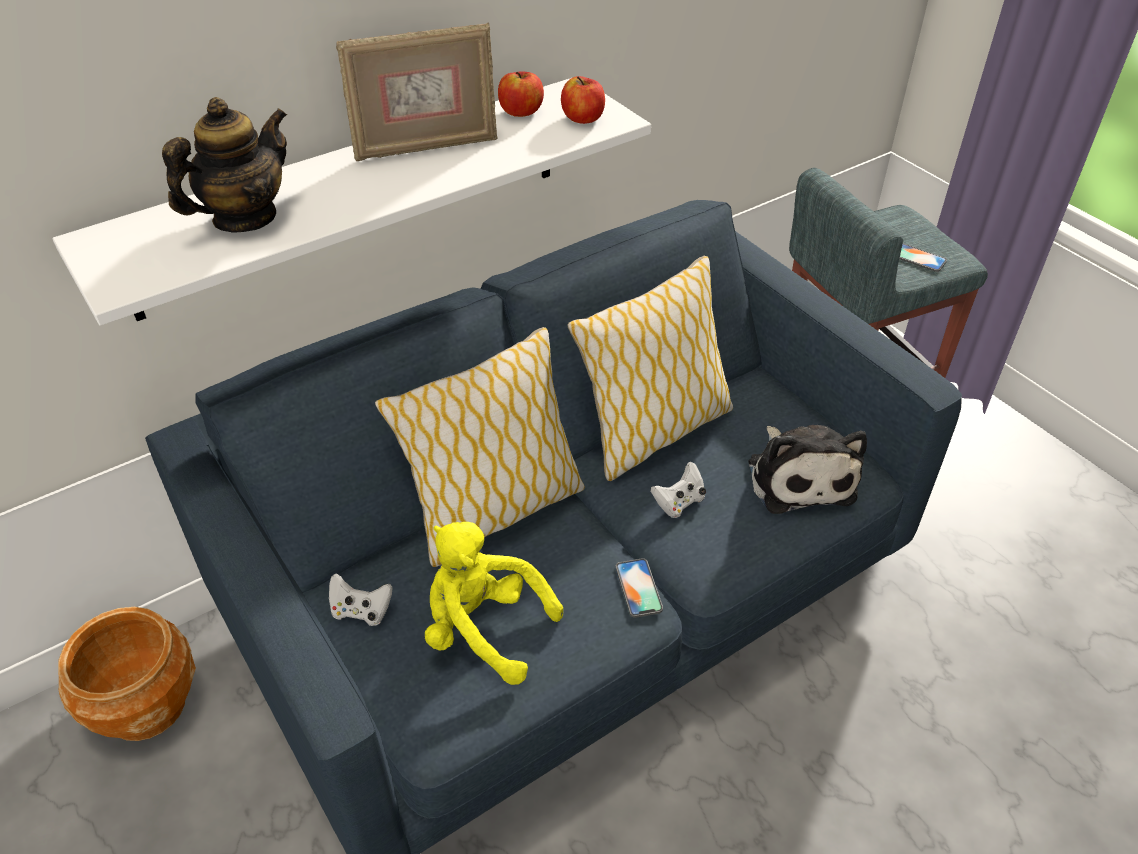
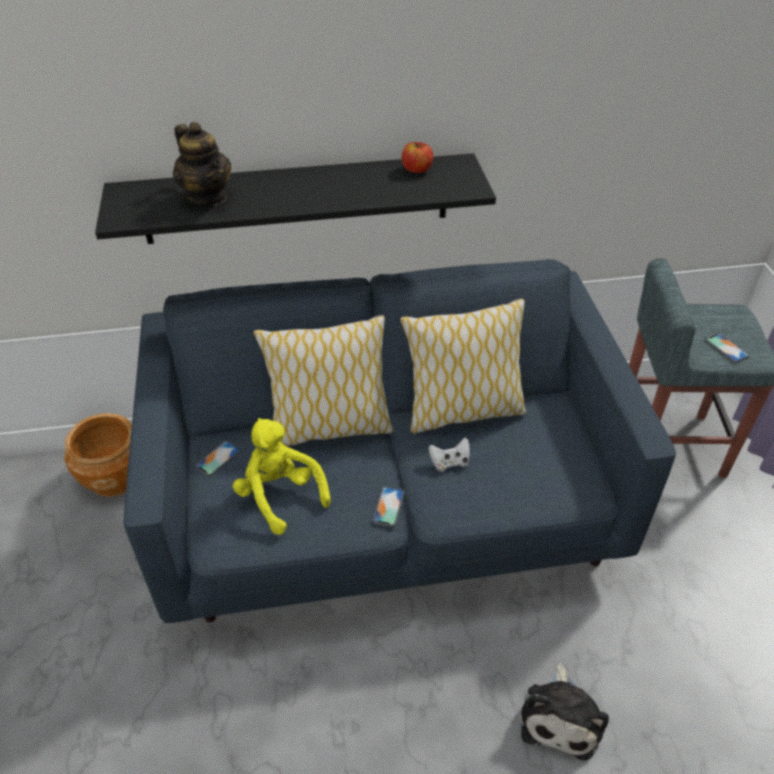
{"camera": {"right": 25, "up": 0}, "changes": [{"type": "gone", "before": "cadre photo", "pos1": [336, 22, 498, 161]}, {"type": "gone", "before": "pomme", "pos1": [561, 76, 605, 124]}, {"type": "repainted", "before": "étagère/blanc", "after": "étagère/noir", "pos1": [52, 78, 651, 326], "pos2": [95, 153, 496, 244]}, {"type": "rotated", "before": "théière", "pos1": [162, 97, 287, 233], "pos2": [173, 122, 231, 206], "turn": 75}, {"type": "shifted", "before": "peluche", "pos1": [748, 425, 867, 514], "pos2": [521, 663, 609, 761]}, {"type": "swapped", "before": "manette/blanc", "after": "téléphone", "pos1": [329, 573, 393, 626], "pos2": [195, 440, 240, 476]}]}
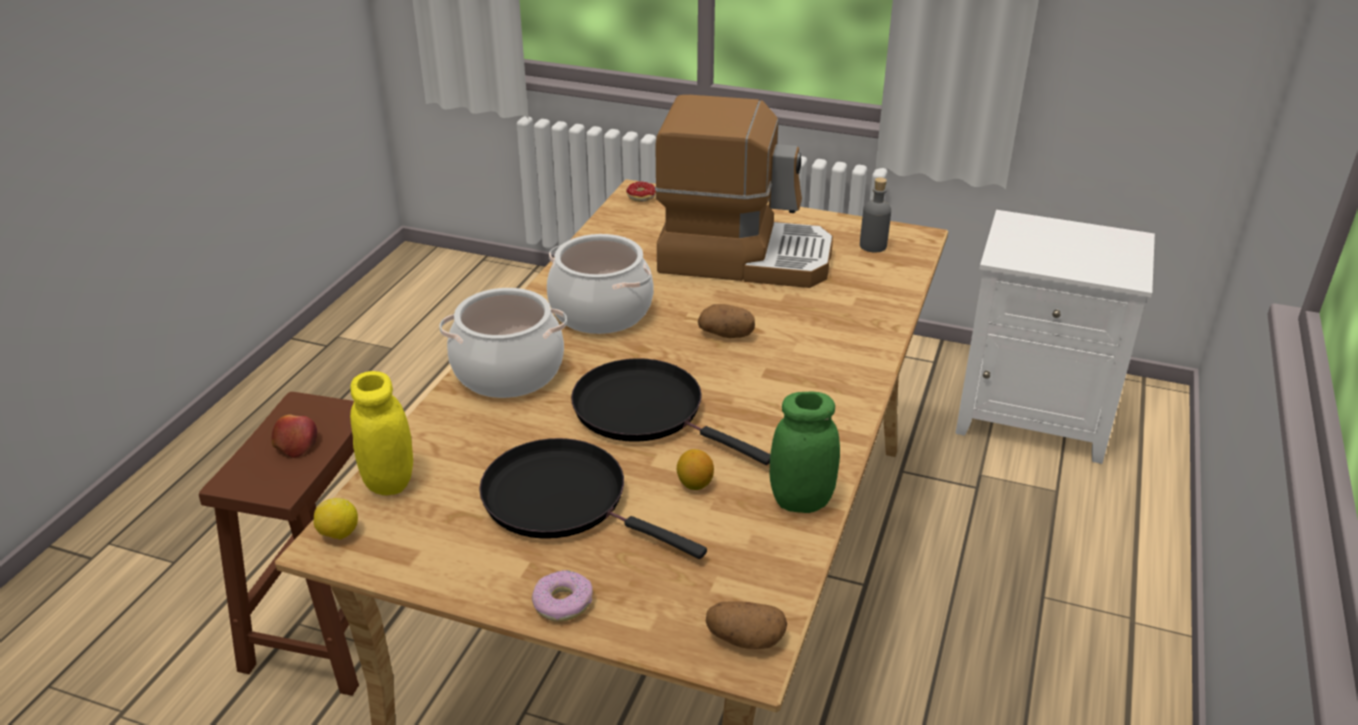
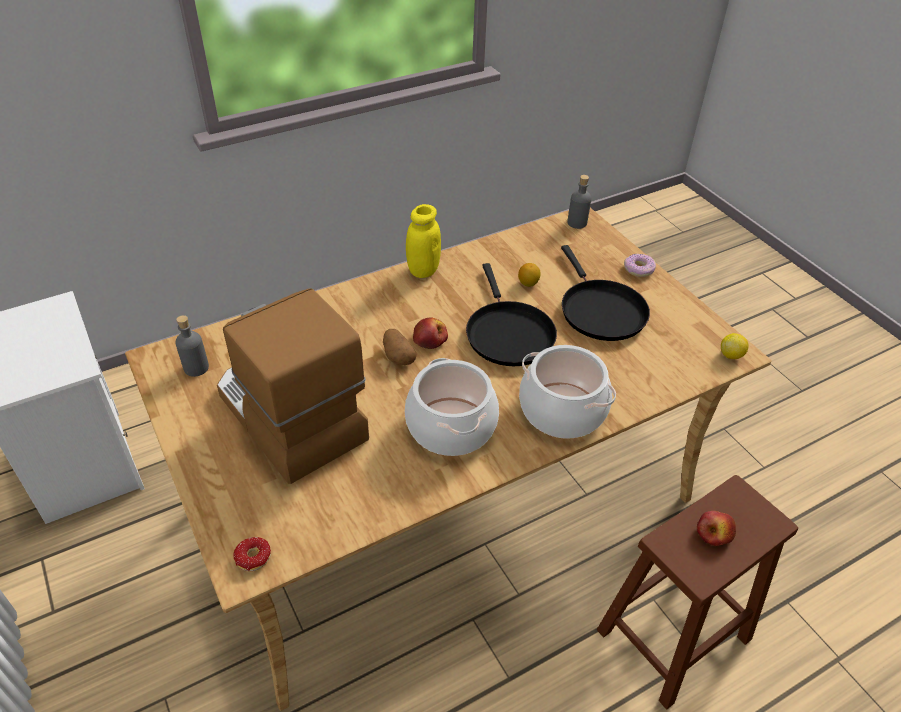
{"camera": {"right": -140, "up": 10}, "changes": [{"type": "shifted", "before": "bocal/jaune", "pos1": [350, 371, 413, 495], "pos2": [406, 204, 441, 278]}, {"type": "gone", "before": "bocal/vert", "pos1": [770, 392, 840, 513]}, {"type": "swapped", "before": "pomme de terre", "after": "bouteille/gris", "pos1": [706, 601, 787, 649], "pos2": [567, 175, 591, 229]}, {"type": "new", "after": "pomme", "pos2": [413, 318, 448, 349]}]}
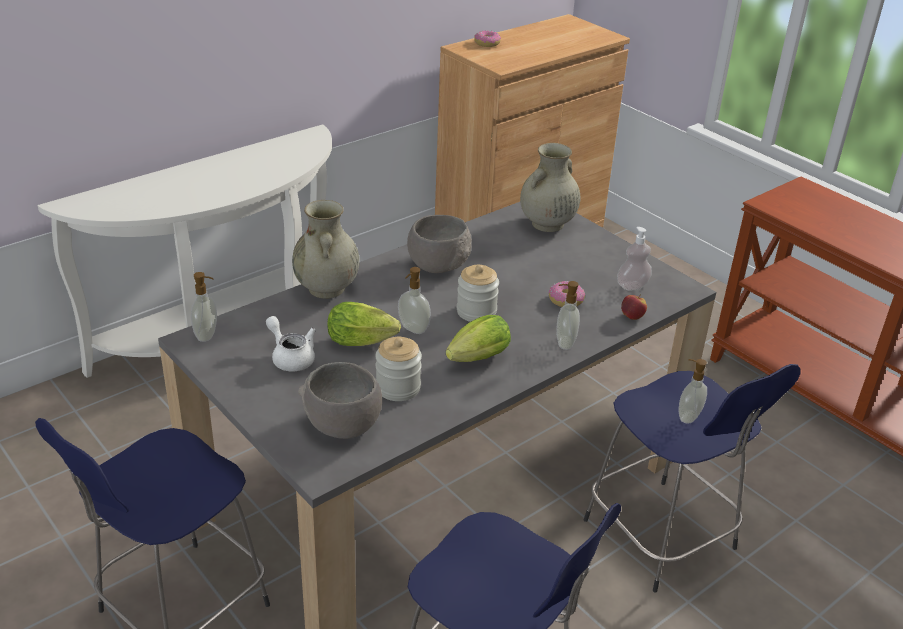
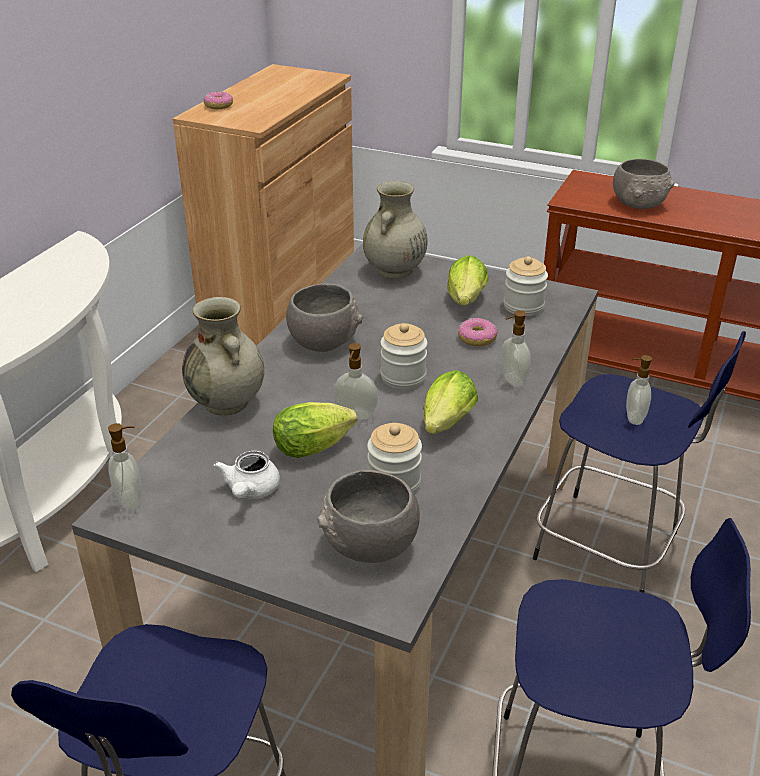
{"camera": {"right": -25, "up": 0}, "changes": [{"type": "swapped", "before": "distributeur de savon", "after": "bocal", "pos1": [617, 227, 652, 290], "pos2": [504, 256, 548, 316]}, {"type": "gone", "before": "pomme", "pos1": [621, 294, 647, 320]}, {"type": "rotated", "before": "théière/blanc", "pos1": [266, 316, 316, 371], "pos2": [214, 451, 280, 499], "turn": -105}, {"type": "new", "after": "bol/gris", "pos2": [613, 159, 674, 209]}, {"type": "new", "after": "laitue", "pos2": [447, 255, 488, 306]}]}
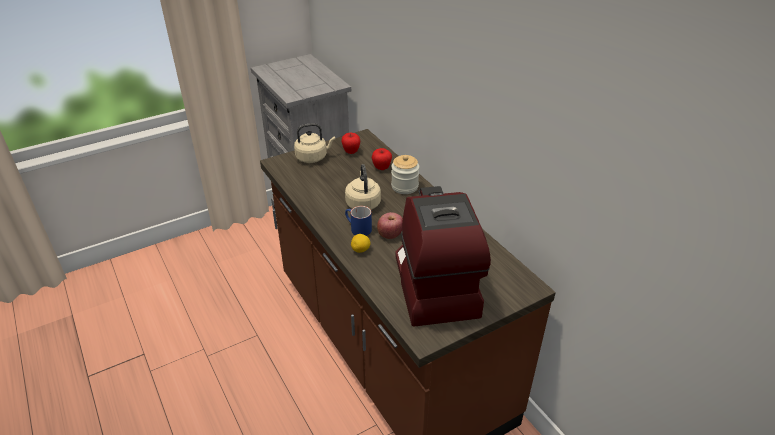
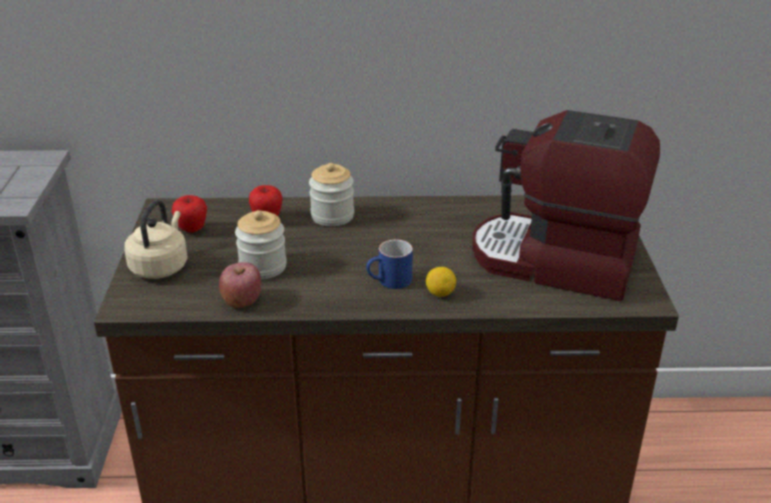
{"camera": {"right": -60, "up": -5}, "changes": [{"type": "gone", "before": "bouilloire/beige", "pos1": [345, 164, 381, 210]}, {"type": "shifted", "before": "pomme", "pos1": [377, 212, 403, 239], "pos2": [219, 262, 261, 308]}, {"type": "new", "after": "bocal", "pos2": [235, 210, 287, 279]}]}
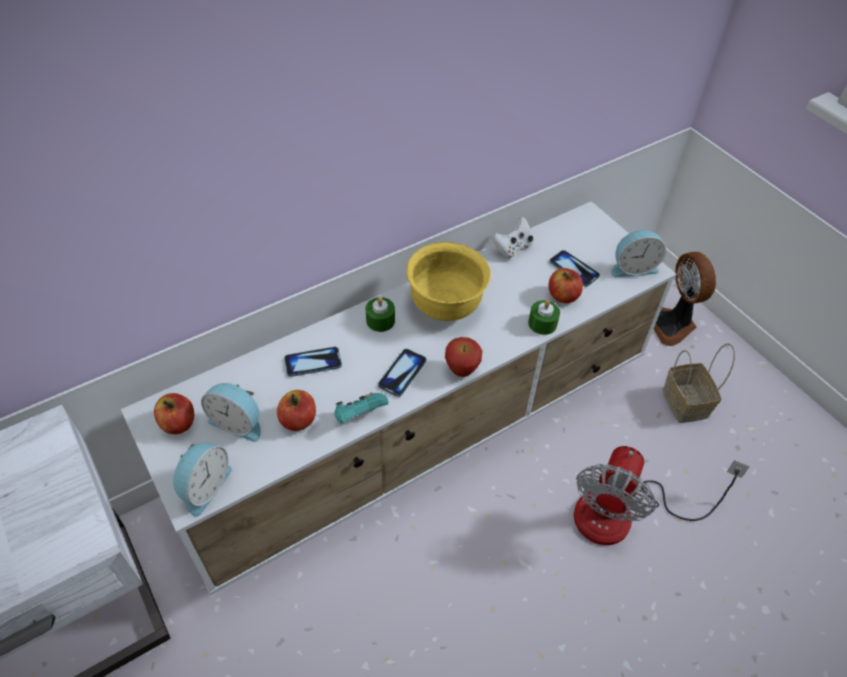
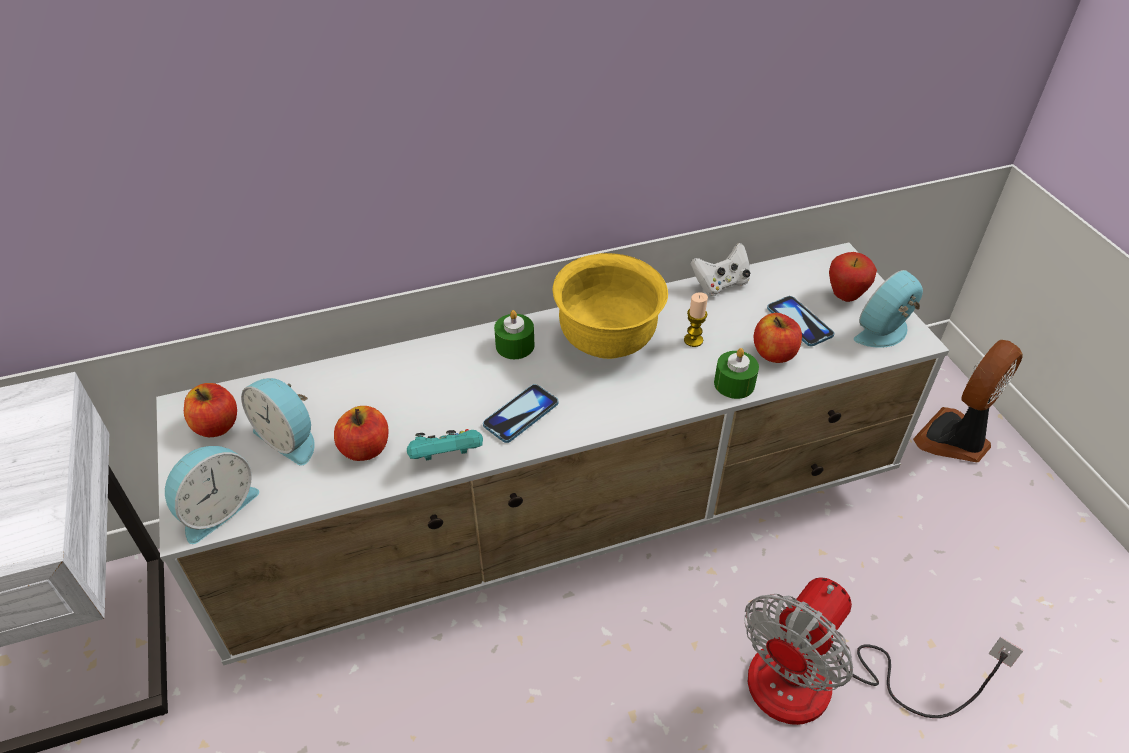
{"camera": {"right": 15, "up": -5}, "changes": [{"type": "rotated", "before": "réveil", "pos1": [612, 230, 666, 277], "pos2": [854, 270, 923, 348], "turn": 135}, {"type": "rotated", "before": "ventilateur", "pos1": [654, 252, 716, 346], "pos2": [913, 340, 1023, 462], "turn": 45}, {"type": "shifted", "before": "pomme", "pos1": [445, 337, 482, 377], "pos2": [829, 252, 877, 302]}, {"type": "gone", "before": "panier", "pos1": [663, 344, 735, 423]}, {"type": "gone", "before": "téléphone", "pos1": [284, 347, 342, 377]}, {"type": "new", "after": "bougie", "pos2": [684, 292, 708, 347]}]}
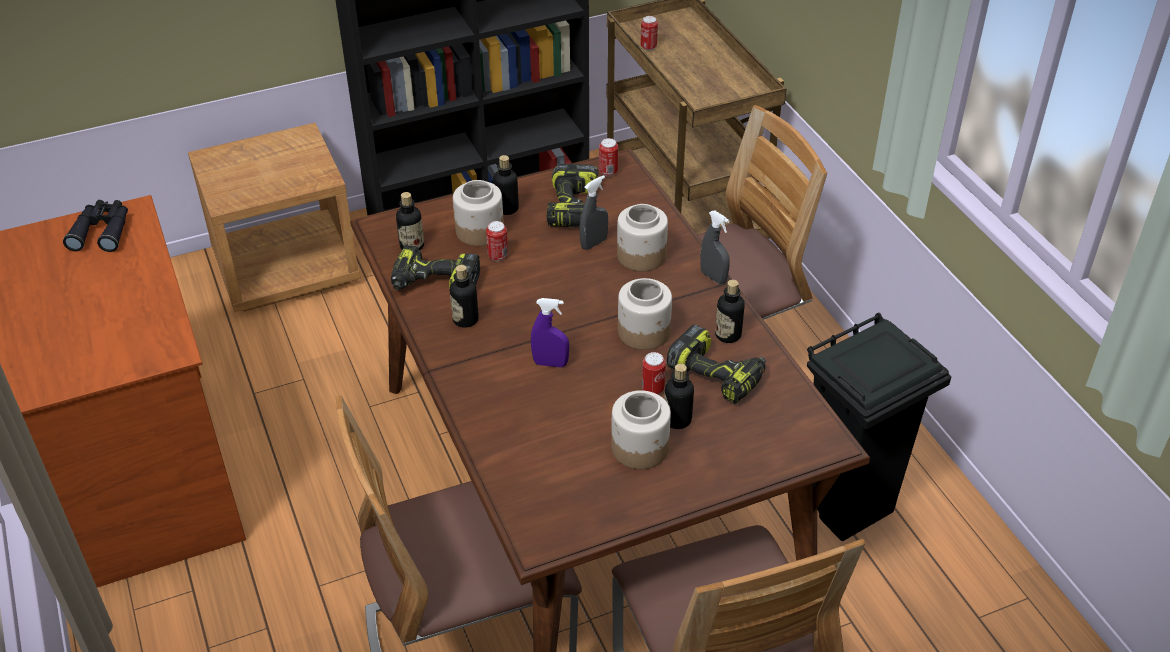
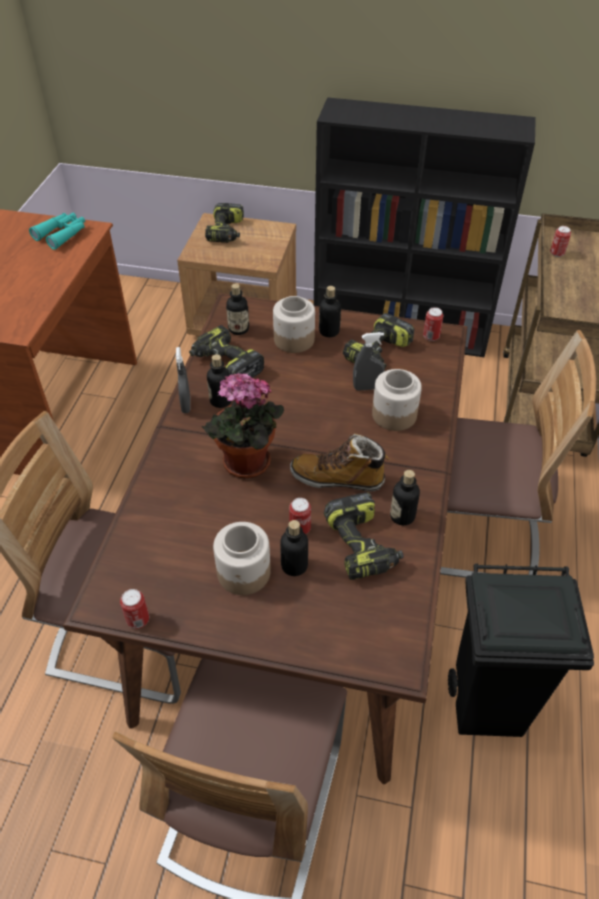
{"camera": {"right": 35, "up": 5}, "changes": [{"type": "repainted", "before": "jumelles/noir", "after": "jumelles/turquoise", "pos1": [63, 200, 128, 252], "pos2": [29, 212, 85, 250]}, {"type": "shifted", "before": "vaporisateur/gris", "pos1": [700, 211, 730, 284], "pos2": [176, 347, 190, 413]}, {"type": "shifted", "before": "boîte métallique", "pos1": [486, 221, 508, 261], "pos2": [120, 589, 149, 629]}, {"type": "swapped", "before": "bocal", "after": "botte", "pos1": [618, 278, 672, 350], "pos2": [290, 433, 389, 492]}, {"type": "swapped", "before": "vaporisateur/violet", "after": "plante en pot", "pos1": [531, 298, 569, 367], "pos2": [202, 373, 284, 479]}, {"type": "new", "after": "perceuse", "pos2": [205, 203, 244, 243]}]}
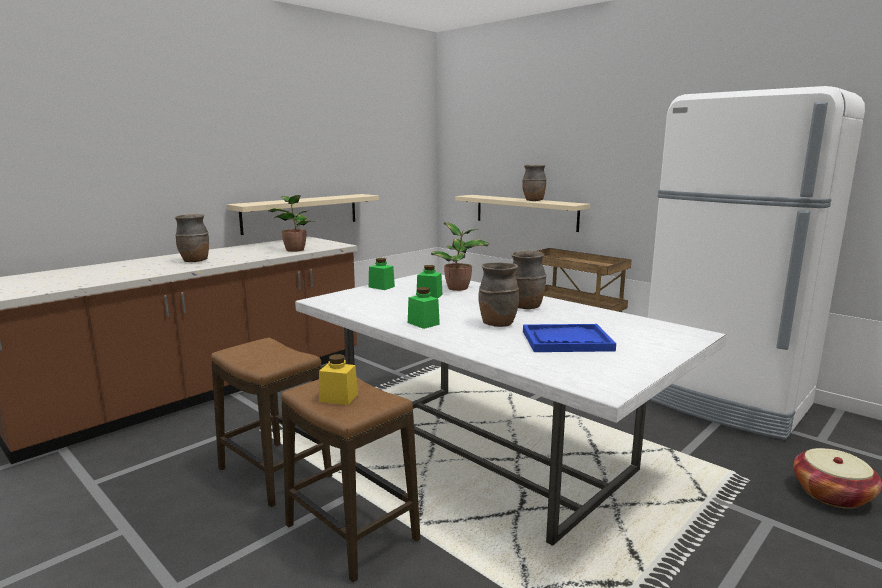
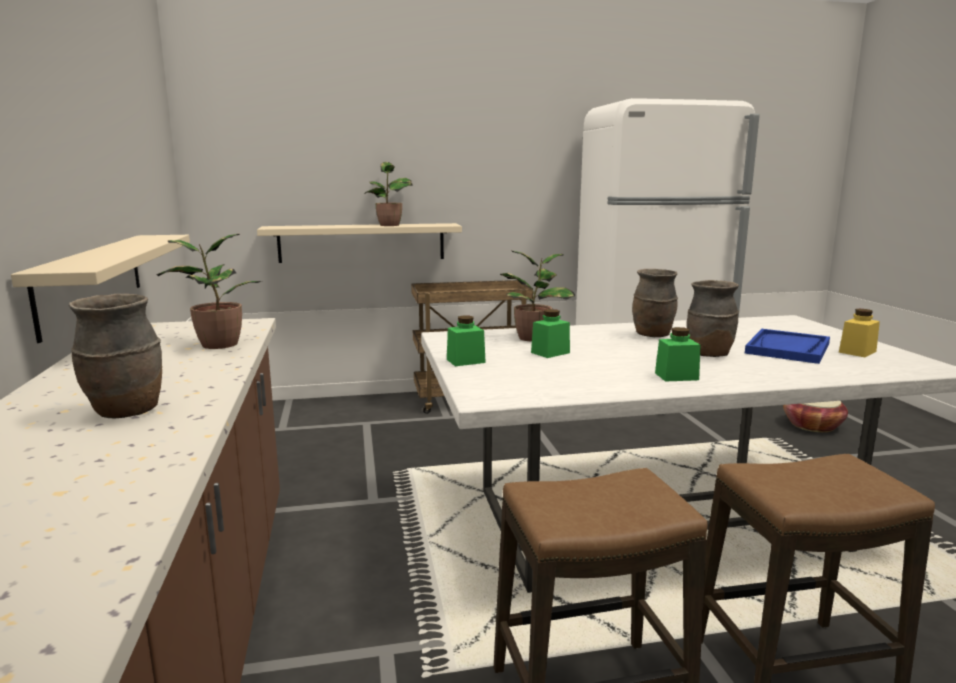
{"camera": {"right": -55, "up": 0}, "changes": [{"type": "swapped", "before": "vase/marron", "after": "plante en pot", "pos1": [522, 165, 547, 201], "pos2": [364, 162, 413, 226]}, {"type": "shifted", "before": "bocal/jaune", "pos1": [319, 354, 358, 405], "pos2": [839, 309, 880, 357]}]}
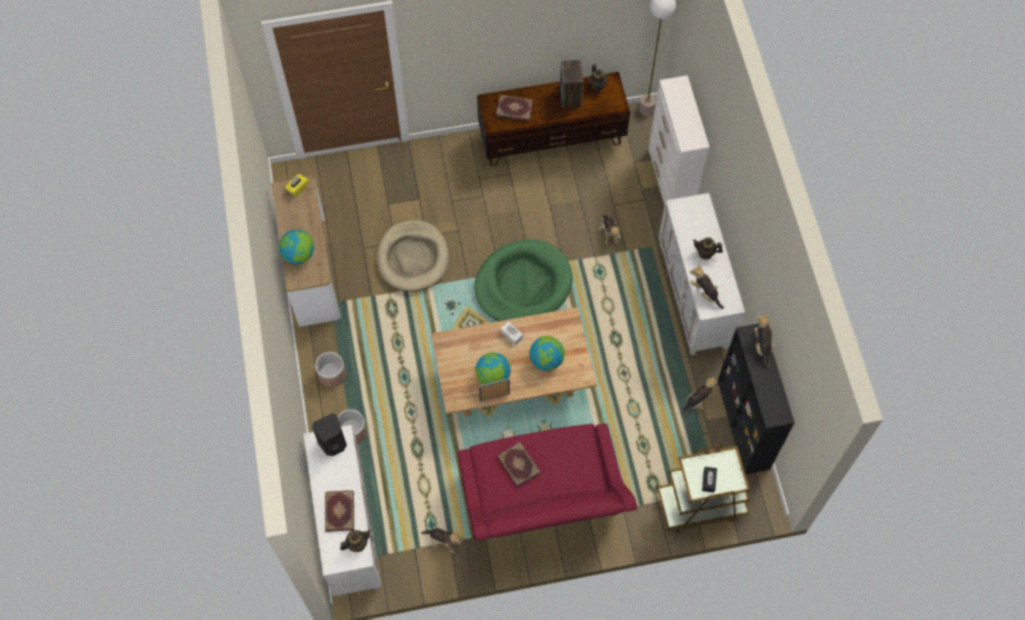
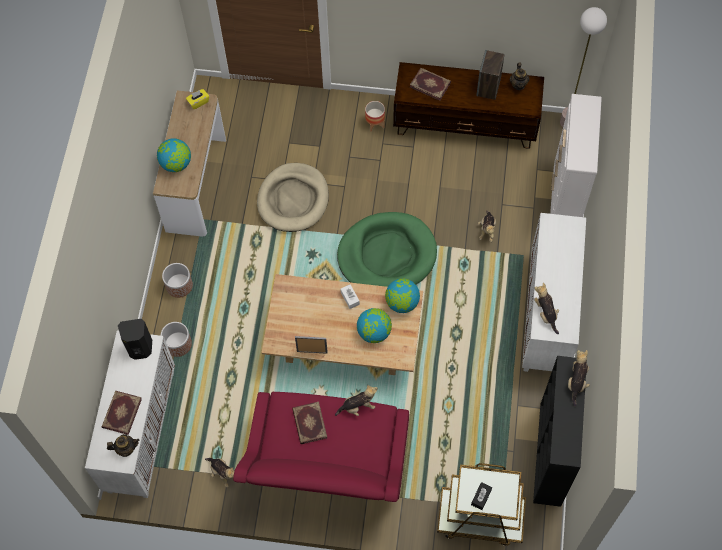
{"camera": {"right": 20, "up": 0}, "changes": [{"type": "gone", "before": "théière", "pos1": [693, 237, 723, 260]}, {"type": "shifted", "before": "globe", "pos1": [475, 352, 511, 385], "pos2": [385, 279, 420, 313]}, {"type": "shifted", "before": "peluche", "pos1": [681, 377, 718, 416], "pos2": [335, 385, 378, 416]}, {"type": "new", "after": "cache-pot", "pos2": [365, 101, 385, 132]}]}
